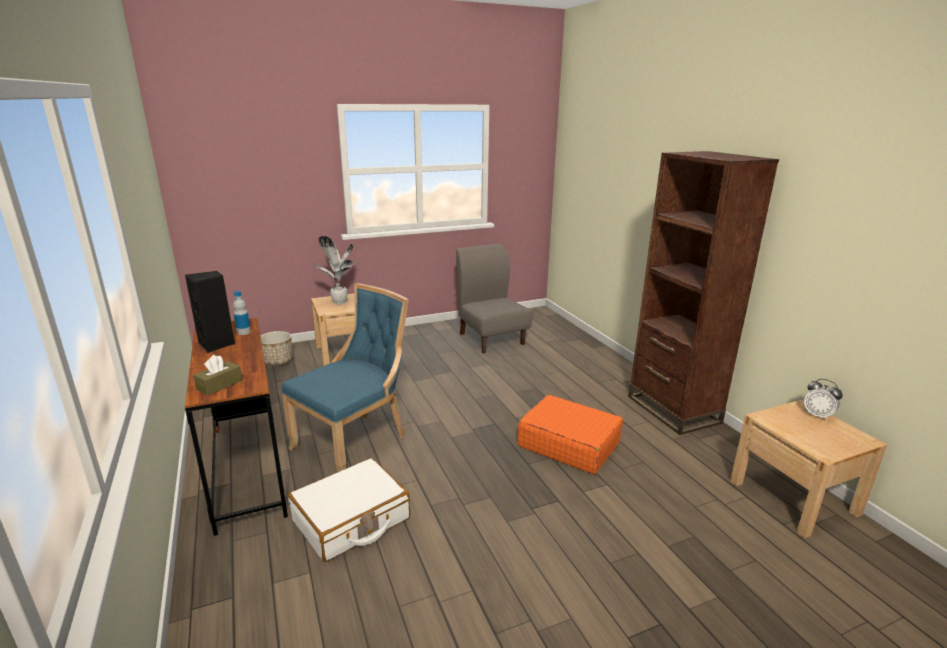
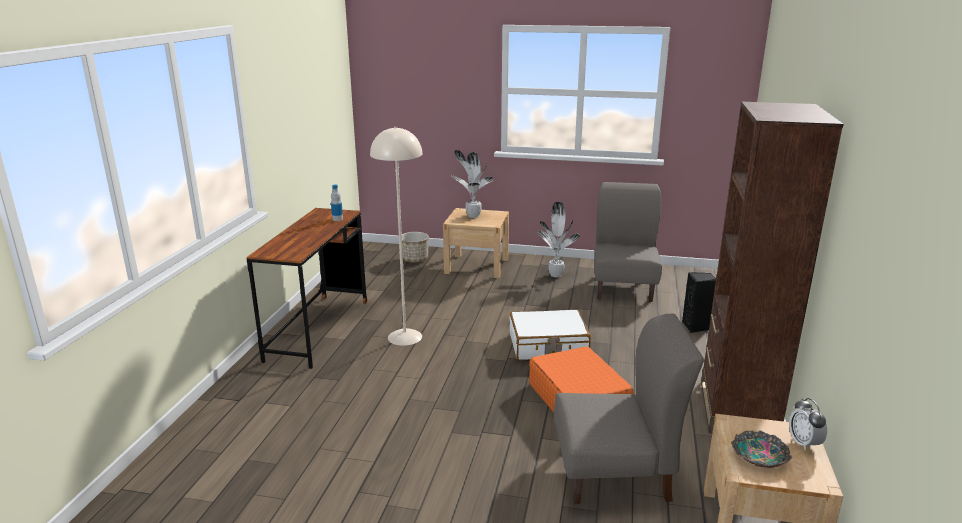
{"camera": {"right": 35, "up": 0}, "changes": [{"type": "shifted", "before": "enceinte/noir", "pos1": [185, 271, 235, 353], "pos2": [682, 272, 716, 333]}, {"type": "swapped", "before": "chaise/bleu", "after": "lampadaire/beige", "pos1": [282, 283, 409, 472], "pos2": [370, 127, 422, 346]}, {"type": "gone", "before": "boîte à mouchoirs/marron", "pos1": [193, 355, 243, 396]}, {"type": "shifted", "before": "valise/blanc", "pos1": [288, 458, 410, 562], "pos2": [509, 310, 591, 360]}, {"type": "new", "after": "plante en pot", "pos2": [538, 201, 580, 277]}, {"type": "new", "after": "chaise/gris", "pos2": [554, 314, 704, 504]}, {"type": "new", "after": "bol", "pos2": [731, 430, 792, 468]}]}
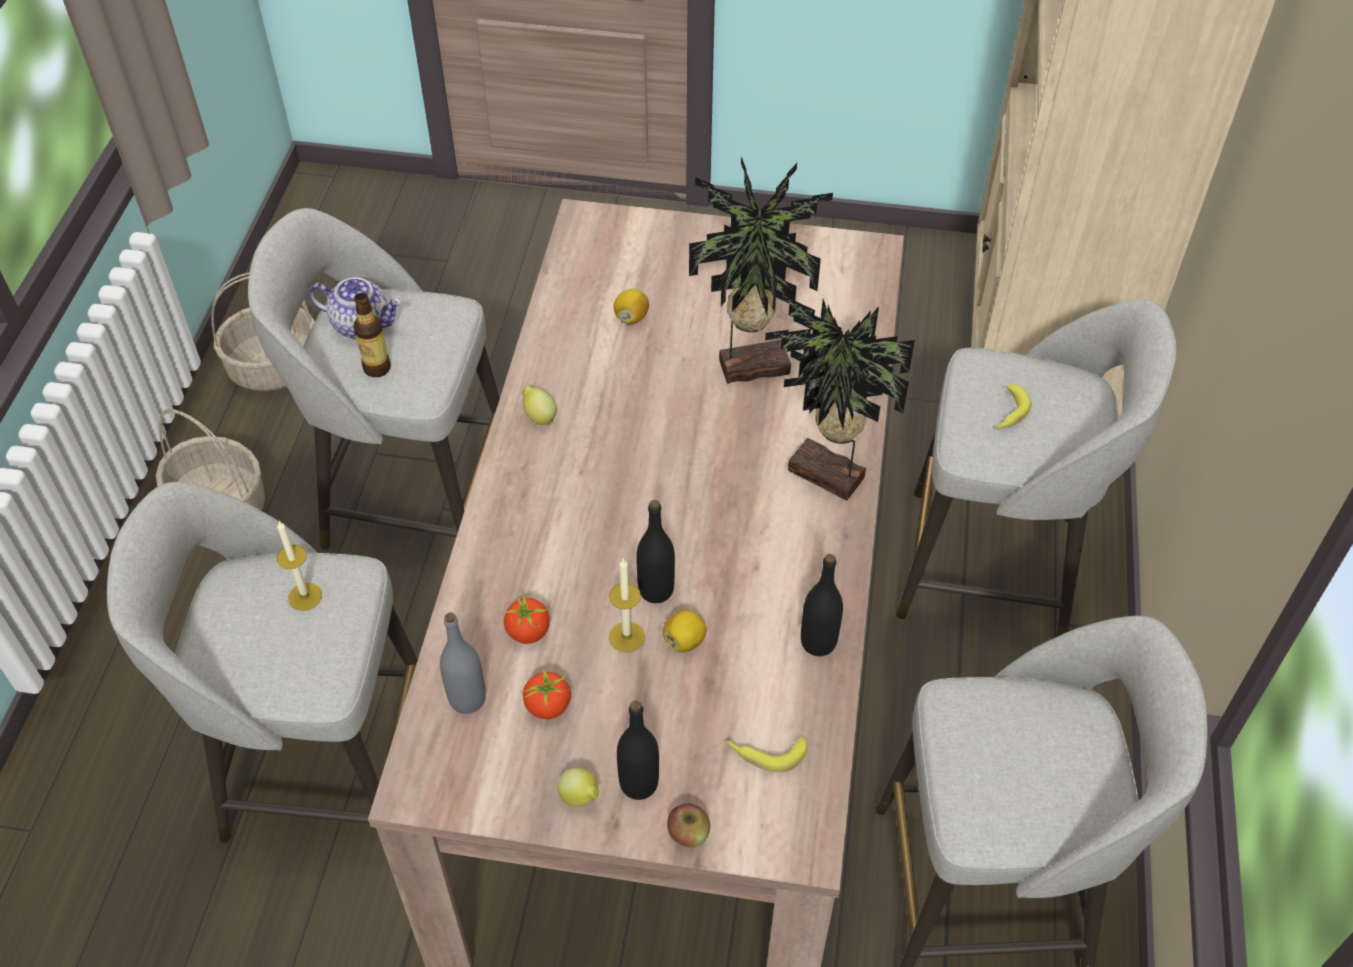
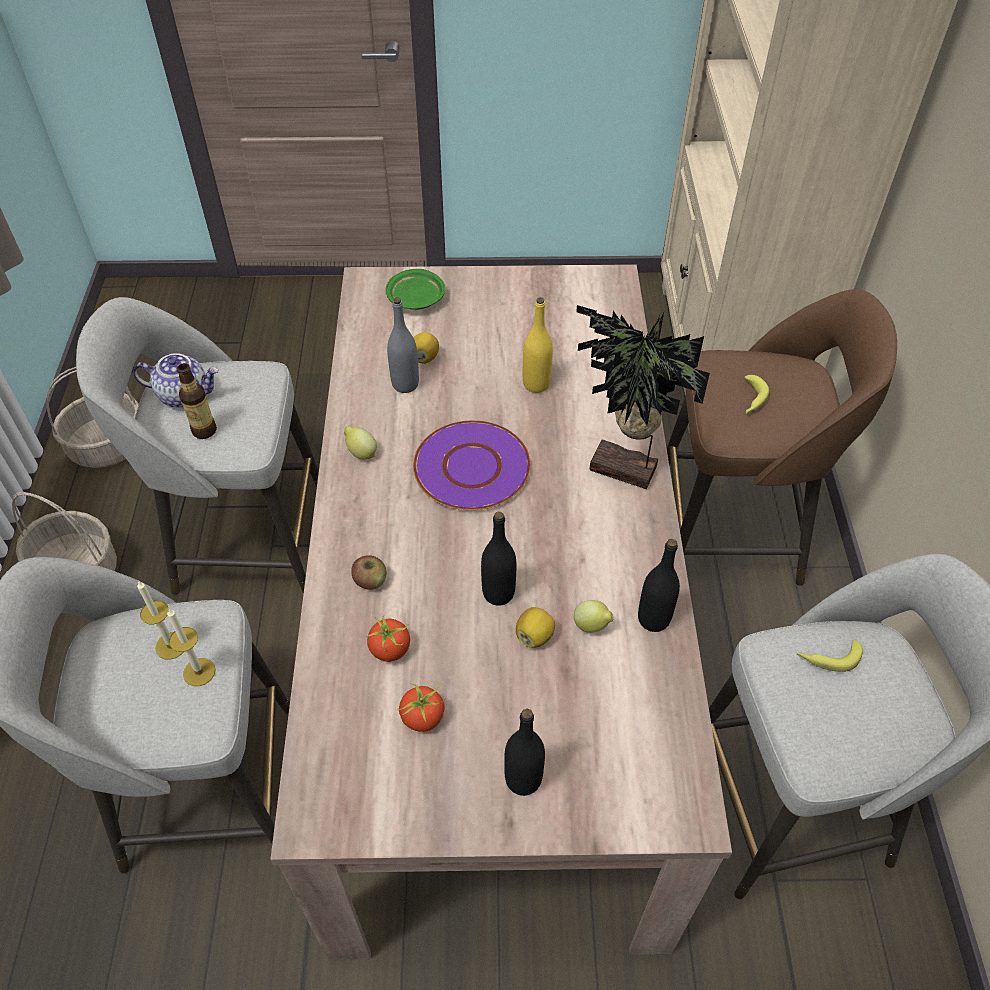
{"camera": {"right": -10, "up": 0}, "changes": [{"type": "swapped", "before": "plante en pot", "after": "bouteille/jaune", "pos1": [689, 157, 833, 384], "pos2": [523, 297, 553, 393]}, {"type": "repainted", "before": "tabouret/gris", "after": "tabouret/marron", "pos1": [896, 299, 1177, 637], "pos2": [667, 289, 897, 586]}, {"type": "shifted", "before": "bougie", "pos1": [609, 558, 645, 652], "pos2": [167, 609, 216, 686]}, {"type": "shifted", "before": "bouteille/gris", "pos1": [440, 612, 486, 714], "pos2": [387, 297, 419, 393]}, {"type": "shifted", "before": "banane", "pos1": [725, 736, 808, 772], "pos2": [797, 639, 863, 672]}, {"type": "shifted", "before": "citron", "pos1": [557, 768, 599, 807], "pos2": [574, 600, 613, 633]}, {"type": "shifted", "before": "pomme", "pos1": [667, 803, 710, 848], "pos2": [351, 555, 386, 590]}, {"type": "new", "after": "assiette/vert", "pos2": [385, 269, 445, 310]}, {"type": "new", "after": "assiette/violet", "pos2": [413, 420, 531, 510]}]}
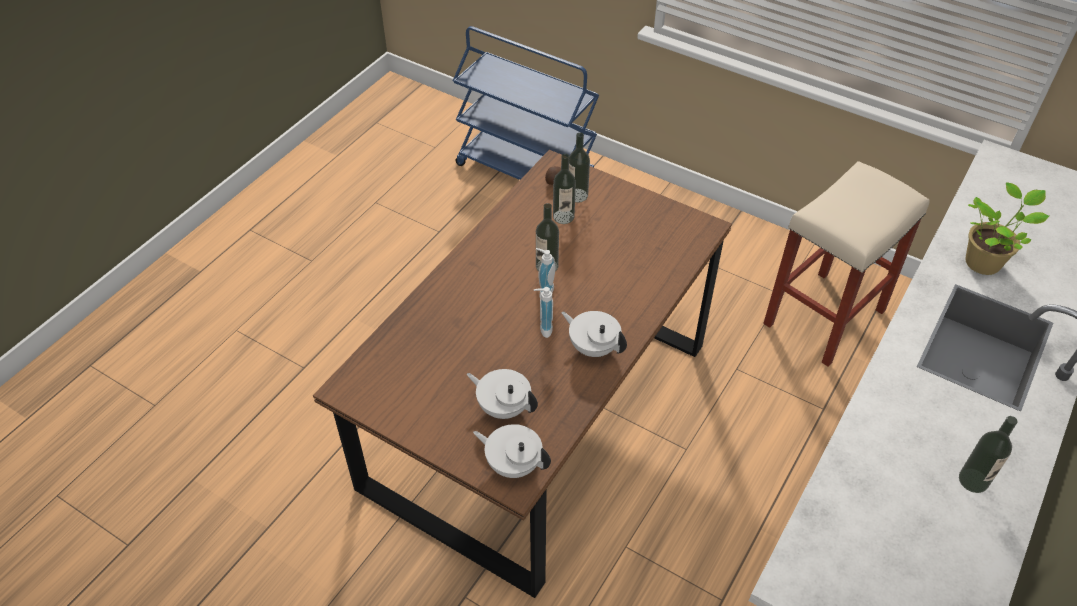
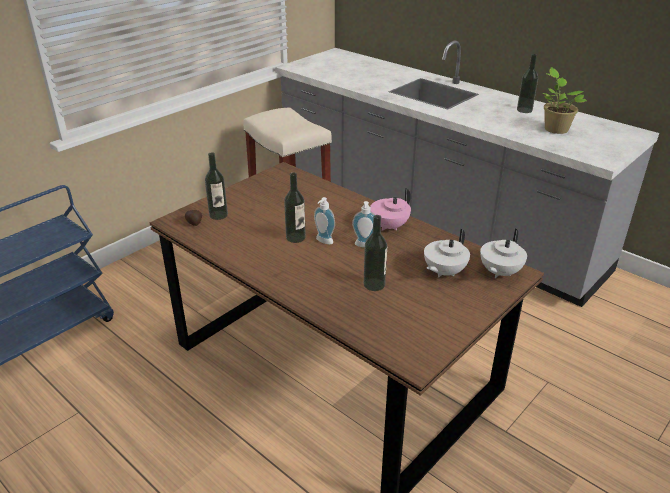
{"camera": {"right": -80, "up": -15}, "changes": [{"type": "shifted", "before": "bouteille", "pos1": [553, 154, 576, 224], "pos2": [364, 215, 387, 291]}, {"type": "shifted", "before": "plante en pot", "pos1": [965, 182, 1049, 275], "pos2": [543, 67, 587, 134]}, {"type": "repainted", "before": "théière/blanc", "after": "théière/rose", "pos1": [562, 311, 627, 357], "pos2": [370, 188, 411, 231]}]}
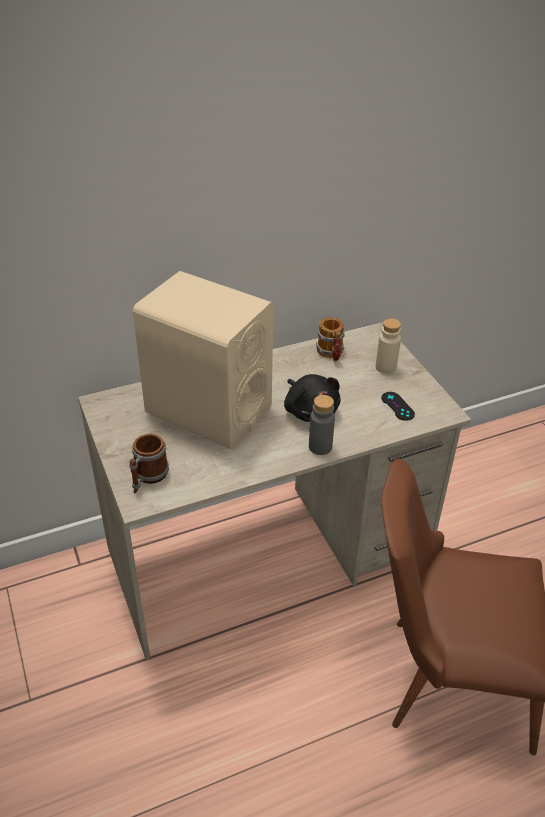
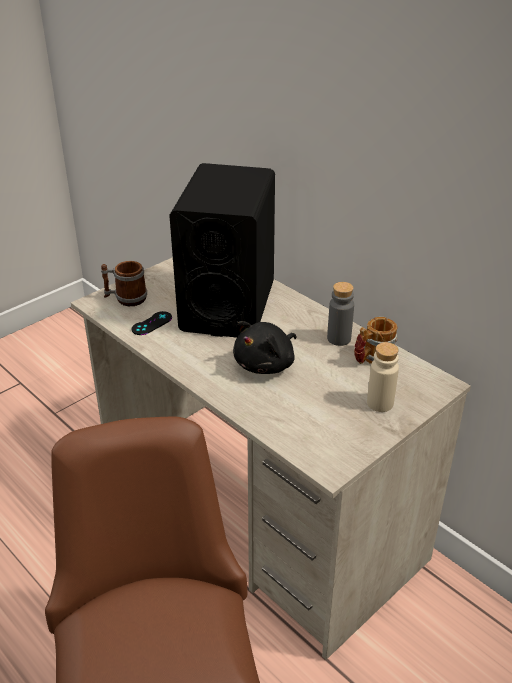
{"camera": {"right": 70, "up": -5}, "changes": [{"type": "repainted", "before": "enceinte/beige", "after": "enceinte/noir", "pos1": [133, 271, 274, 449], "pos2": [169, 163, 275, 338]}, {"type": "shifted", "before": "manette/noir", "pos1": [381, 392, 415, 421], "pos2": [131, 311, 172, 335]}, {"type": "shifted", "before": "bouteille/gris", "pos1": [309, 395, 335, 455], "pos2": [327, 282, 354, 346]}]}
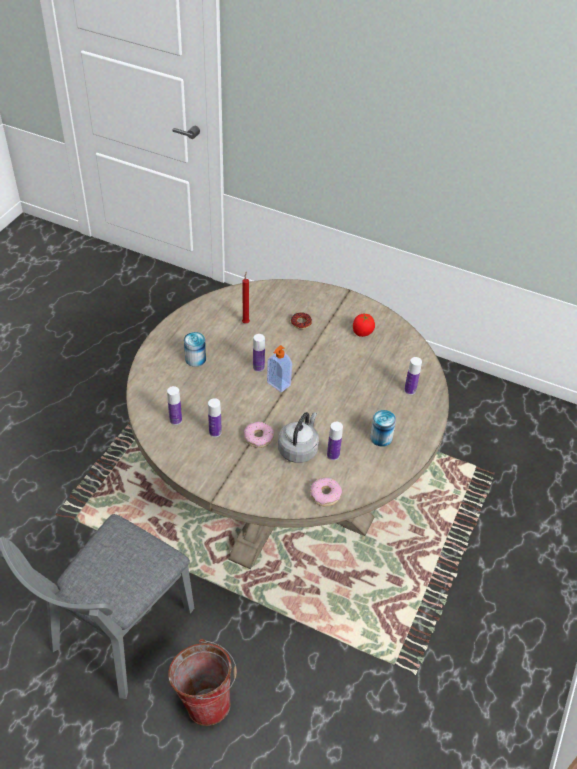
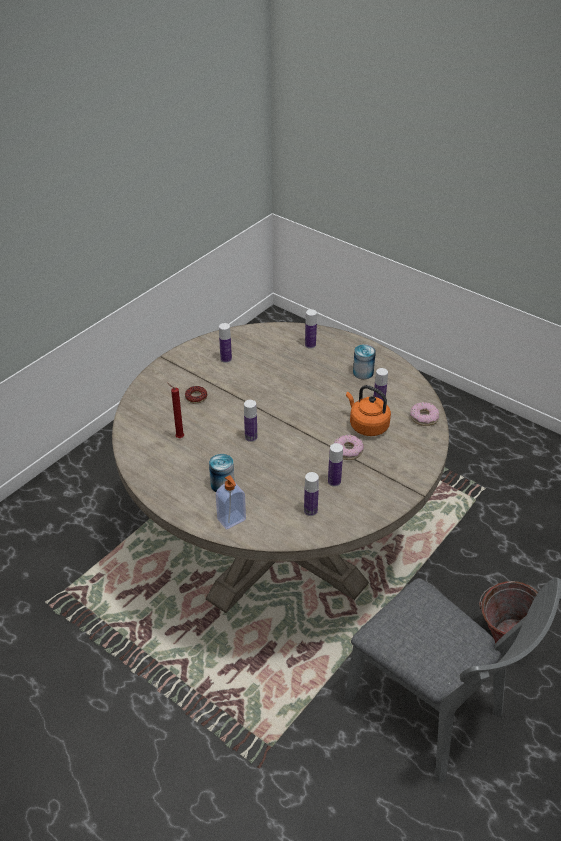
{"camera": {"right": -75, "up": -5}, "changes": [{"type": "swapped", "before": "tomate", "after": "bouteille", "pos1": [353, 314, 375, 337], "pos2": [219, 323, 232, 363]}, {"type": "shifted", "before": "distributeur de savon", "pos1": [267, 345, 292, 392], "pos2": [216, 475, 246, 530]}, {"type": "repainted", "before": "bouilloire/gris", "after": "bouilloire/orange", "pos1": [278, 412, 319, 463], "pos2": [346, 385, 391, 436]}]}
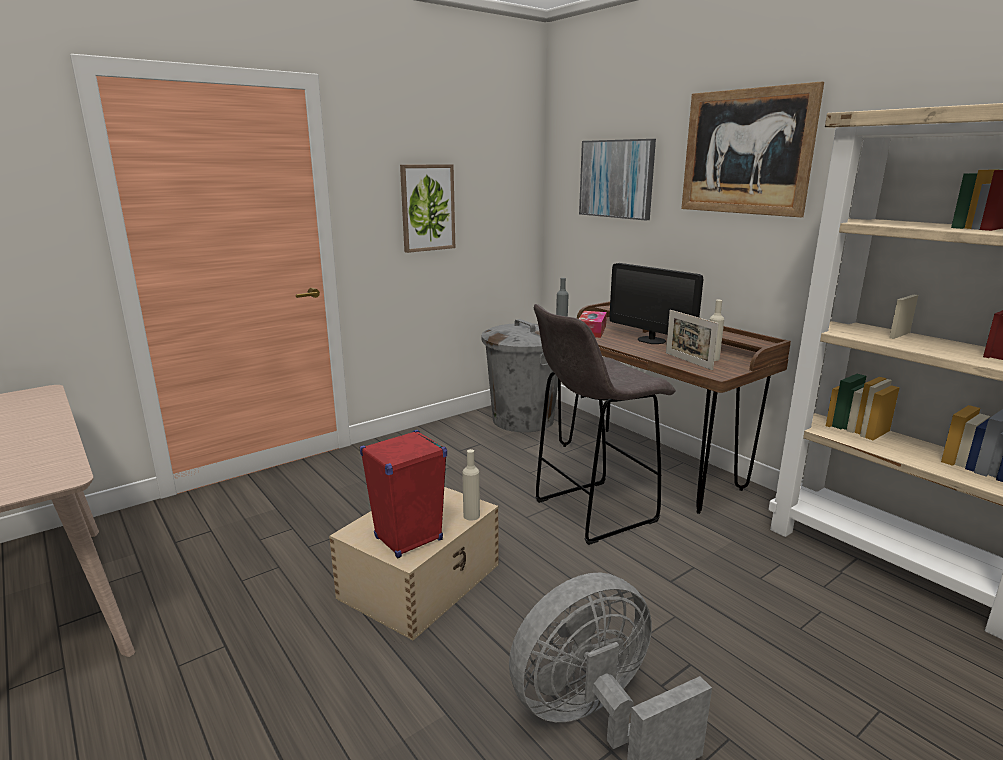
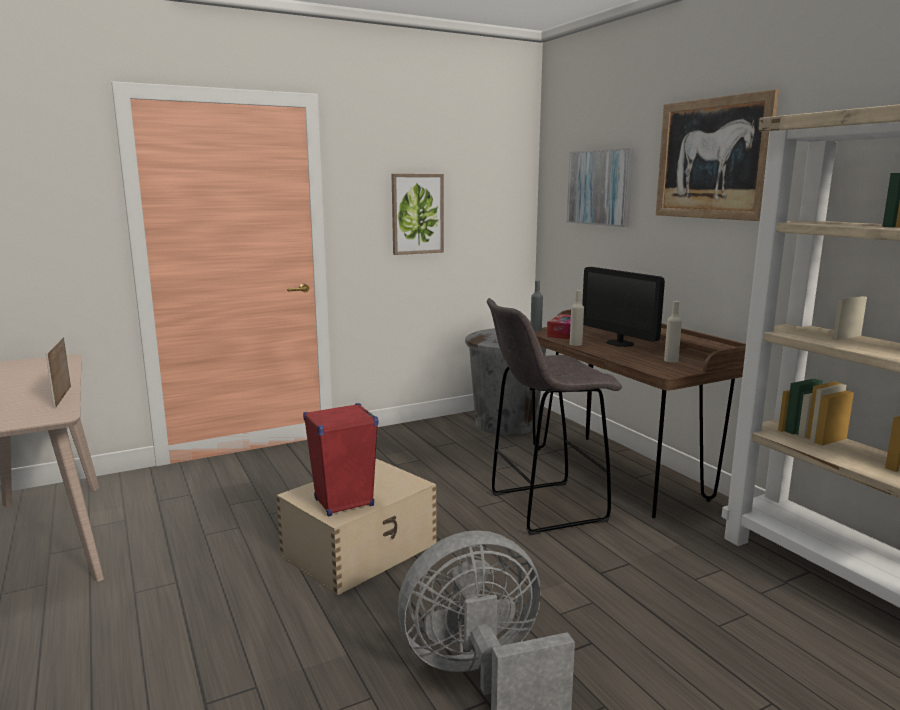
{"camera": {"right": 10, "up": -5}, "changes": [{"type": "shifted", "before": "cadre photo", "pos1": [666, 310, 719, 370], "pos2": [46, 336, 71, 409]}, {"type": "shifted", "before": "bouteille/beige", "pos1": [462, 449, 480, 521], "pos2": [570, 290, 584, 346]}]}
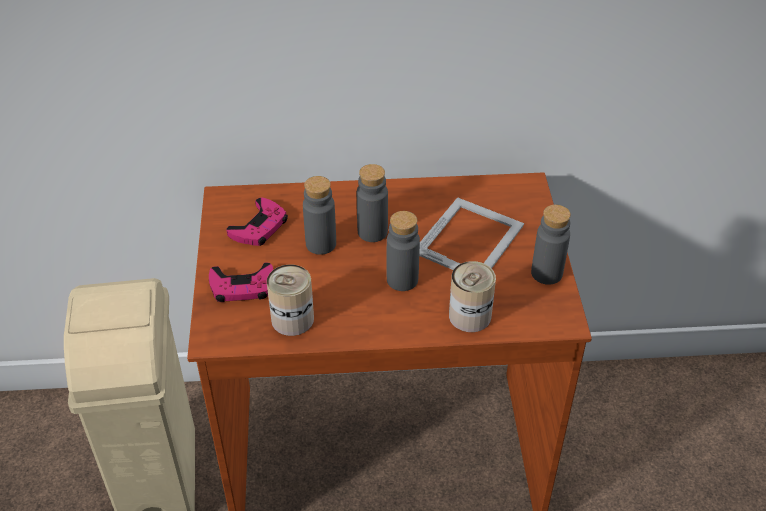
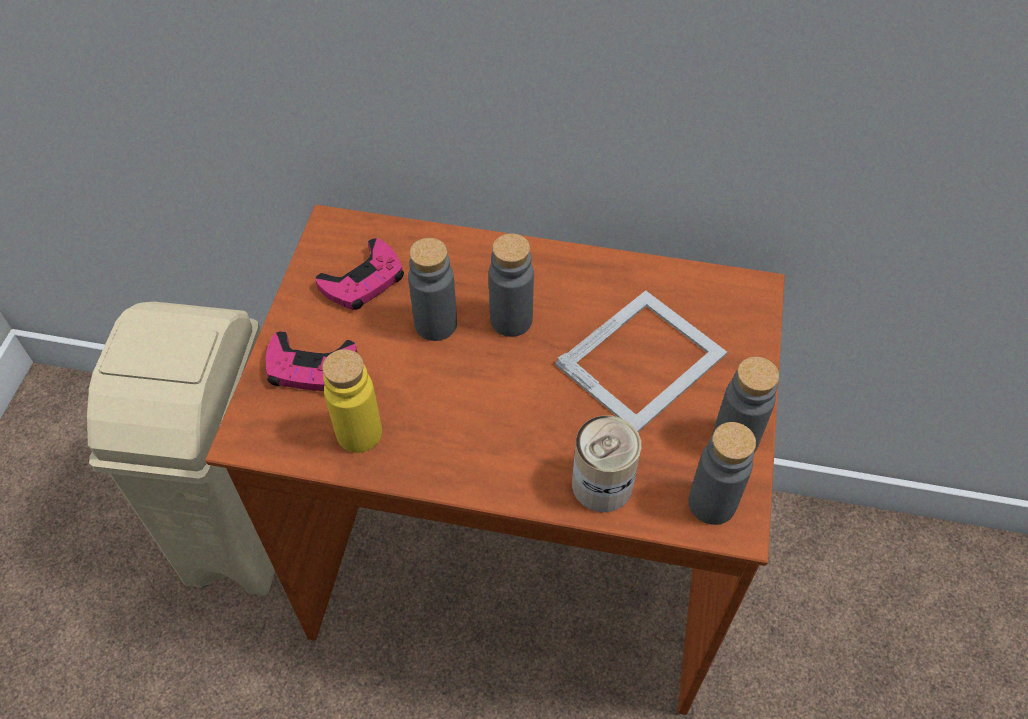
{"camera": {"right": 15, "up": 10}, "changes": [{"type": "shifted", "before": "bouteille/gris", "pos1": [387, 211, 420, 291], "pos2": [689, 422, 756, 525]}, {"type": "swapped", "before": "boîte métallique", "after": "bouteille/jaune", "pos1": [267, 264, 314, 336], "pos2": [322, 349, 382, 453]}]}
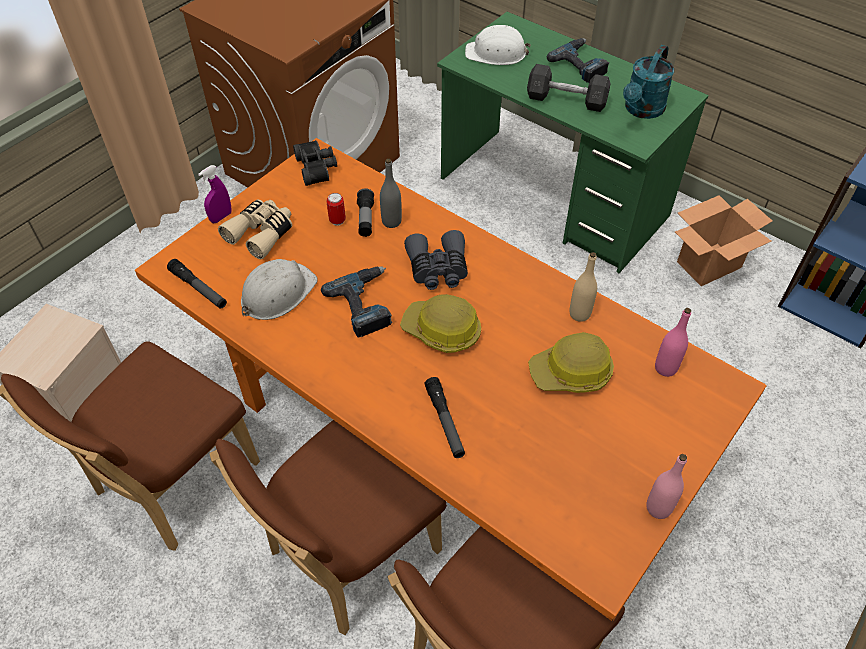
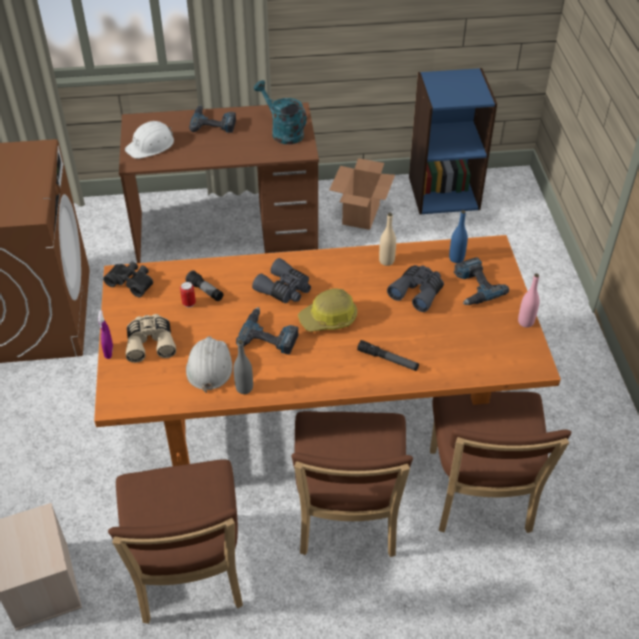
{"camera": {"right": -45, "up": -5}, "changes": [{"type": "repainted", "before": "bureau/vert", "after": "bureau/marron", "pos1": [437, 12, 709, 273], "pos2": [119, 102, 319, 263]}, {"type": "rotated", "before": "arrosoir/turquoise", "pos1": [623, 45, 674, 119], "pos2": [254, 80, 307, 144], "turn": 150}, {"type": "gone", "before": "haltère/gris", "pos1": [527, 64, 610, 112]}, {"type": "shifted", "before": "bouteille/gris", "pos1": [380, 159, 402, 228], "pos2": [233, 340, 253, 394]}, {"type": "gone", "before": "lampe de poche", "pos1": [167, 259, 227, 308]}, {"type": "repainted", "before": "bouteille/rose", "after": "bouteille/bleu", "pos1": [655, 308, 691, 377], "pos2": [449, 210, 468, 263]}, {"type": "swapped", "before": "casque de chantier", "after": "jumelles/gris", "pos1": [528, 332, 614, 393], "pos2": [387, 265, 444, 312]}, {"type": "new", "after": "perceuse", "pos2": [454, 257, 509, 305]}]}
